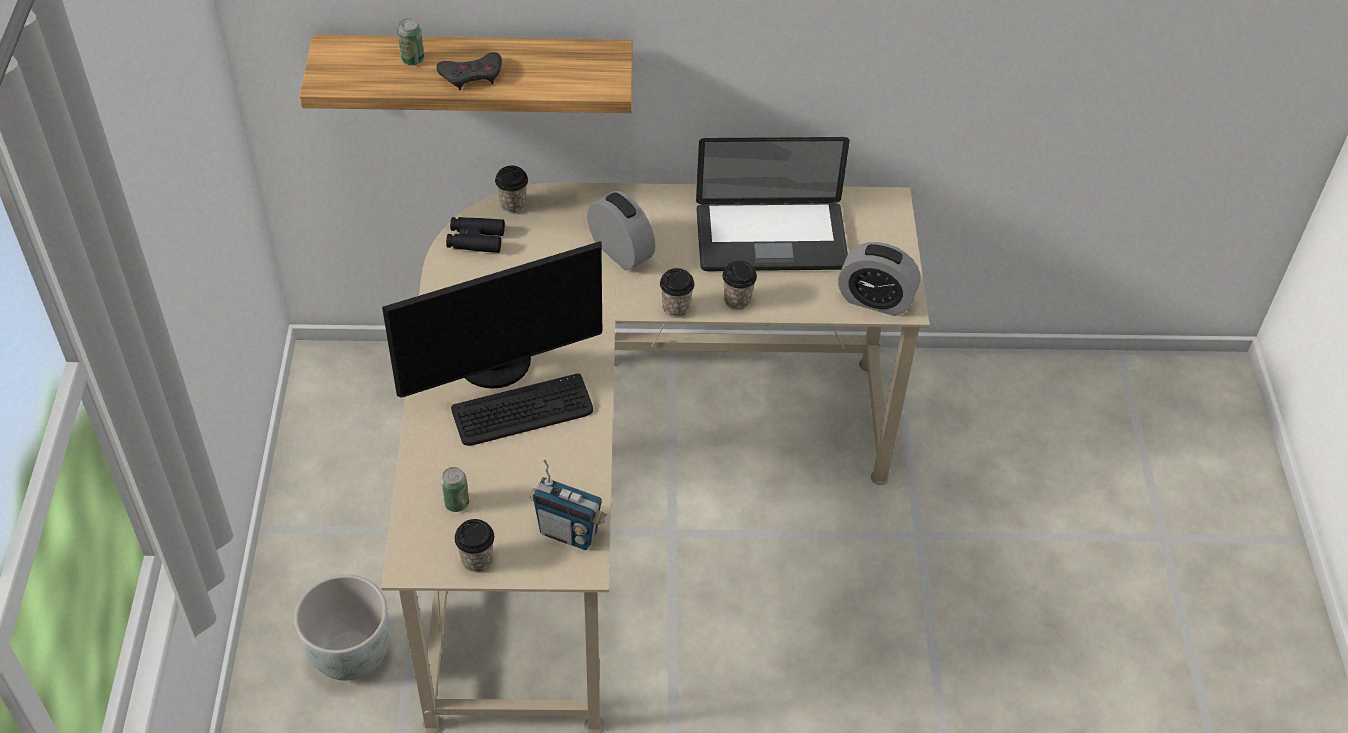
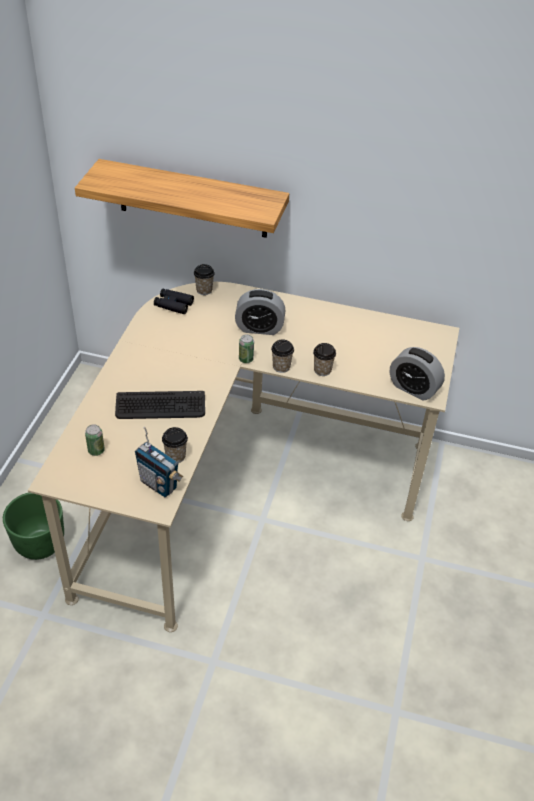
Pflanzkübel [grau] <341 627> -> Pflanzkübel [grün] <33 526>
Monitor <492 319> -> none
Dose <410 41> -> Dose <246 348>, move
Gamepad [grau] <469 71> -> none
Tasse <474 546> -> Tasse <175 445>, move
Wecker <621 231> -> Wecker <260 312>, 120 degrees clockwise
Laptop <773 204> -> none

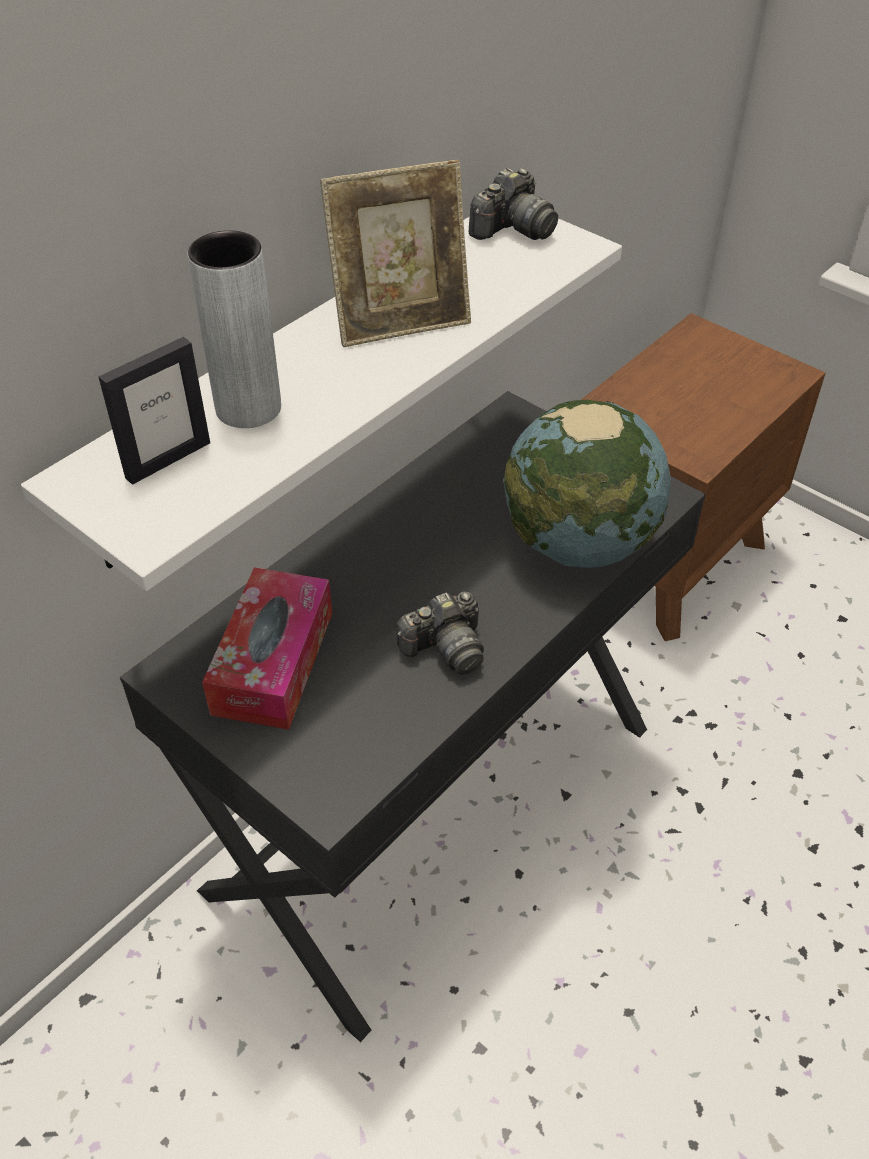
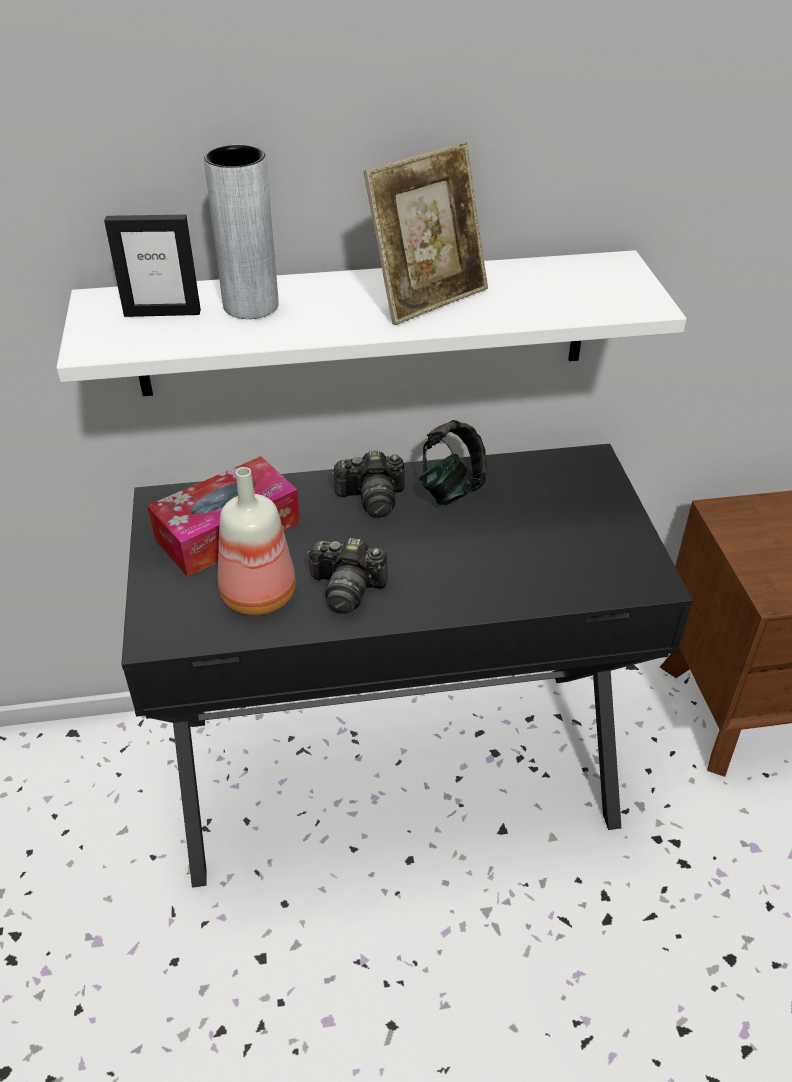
Bilderrahmen <395 253> -> Bilderrahmen <426 233>, 60 degrees counterclockwise
Kamera <513 204> -> Kamera <368 484>, move
Globus <587 484> -> none
none -> Flasche <257 541>
none -> Kopfhörer <453 462>

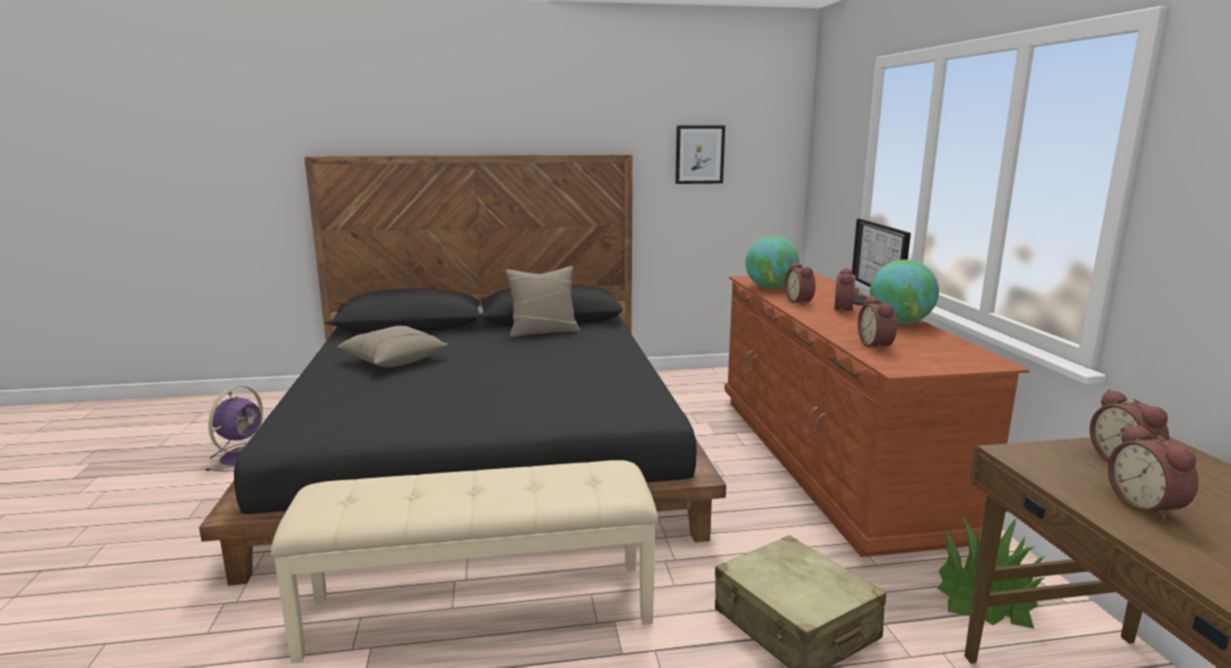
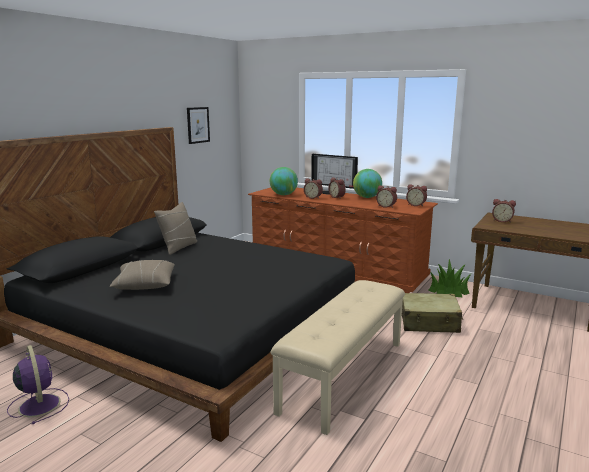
Wecker <1153 472> -> Wecker <416 195>, move

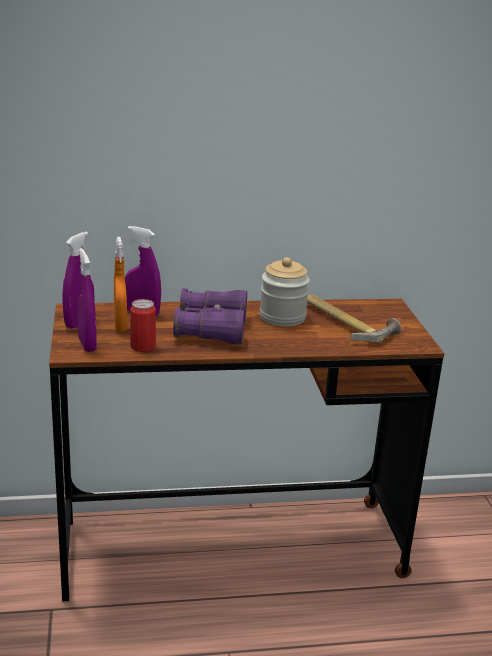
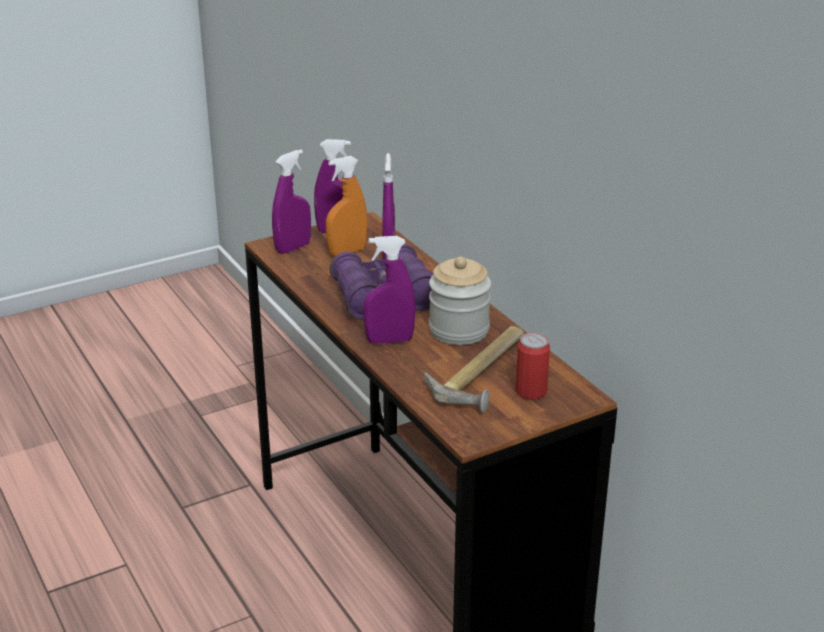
Dose <143 325> -> Dose <532 366>, move
none -> Sprühflasche [lila] <389 290>

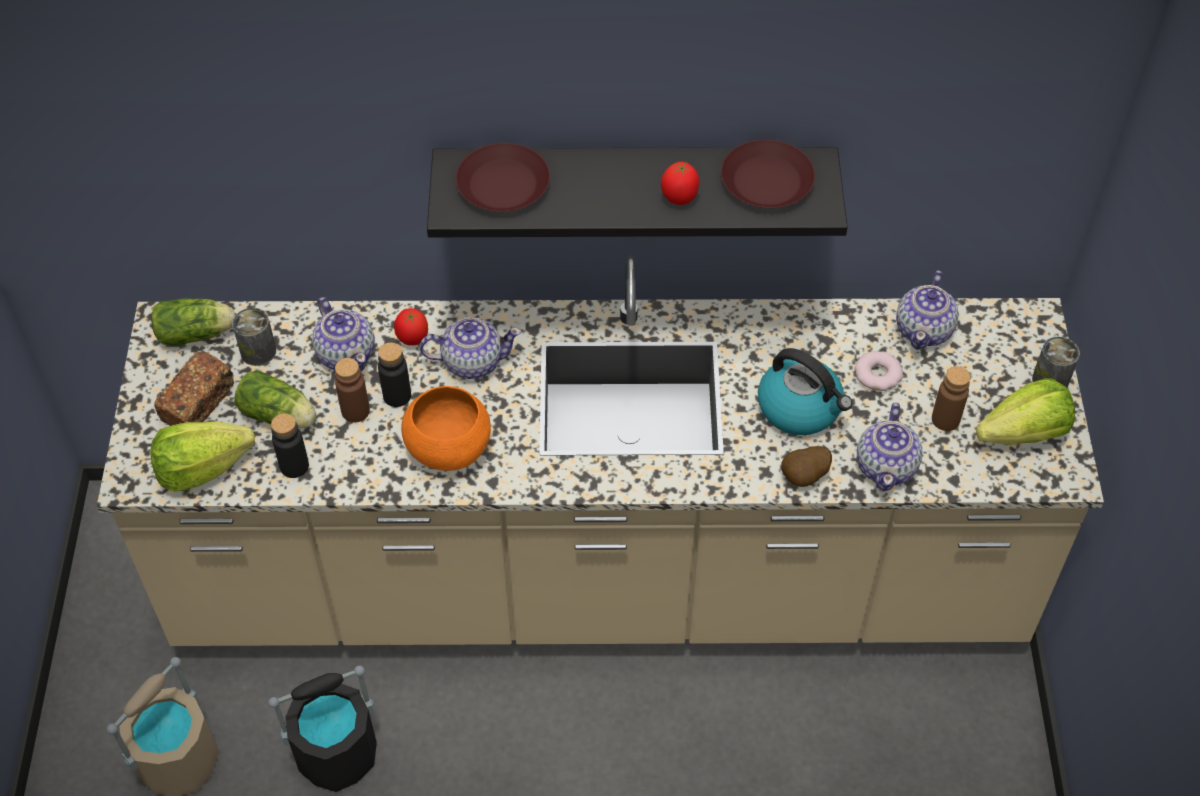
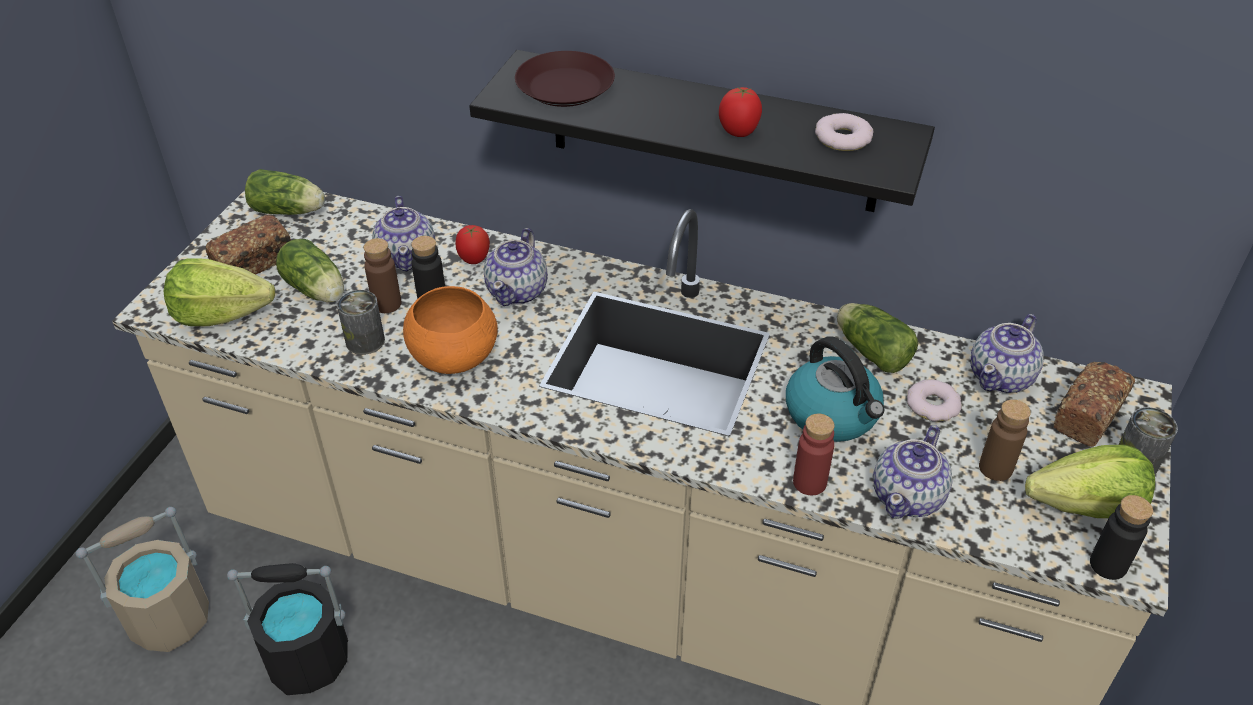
Dose <254 337> -> Dose <361 322>, move
Flasche [schwarz] <290 445> -> Flasche [schwarz] <1121 537>, move
Teekanne <470 348> -> Teekanne <516 267>, 90 degrees clockwise
Teller [braun] <768 173> -> Donut <844 132>
Kartoffel <806 466> -> Flasche [rot] <814 454>
none -> Salatkopf <877 338>
none -> Brot <1094 404>

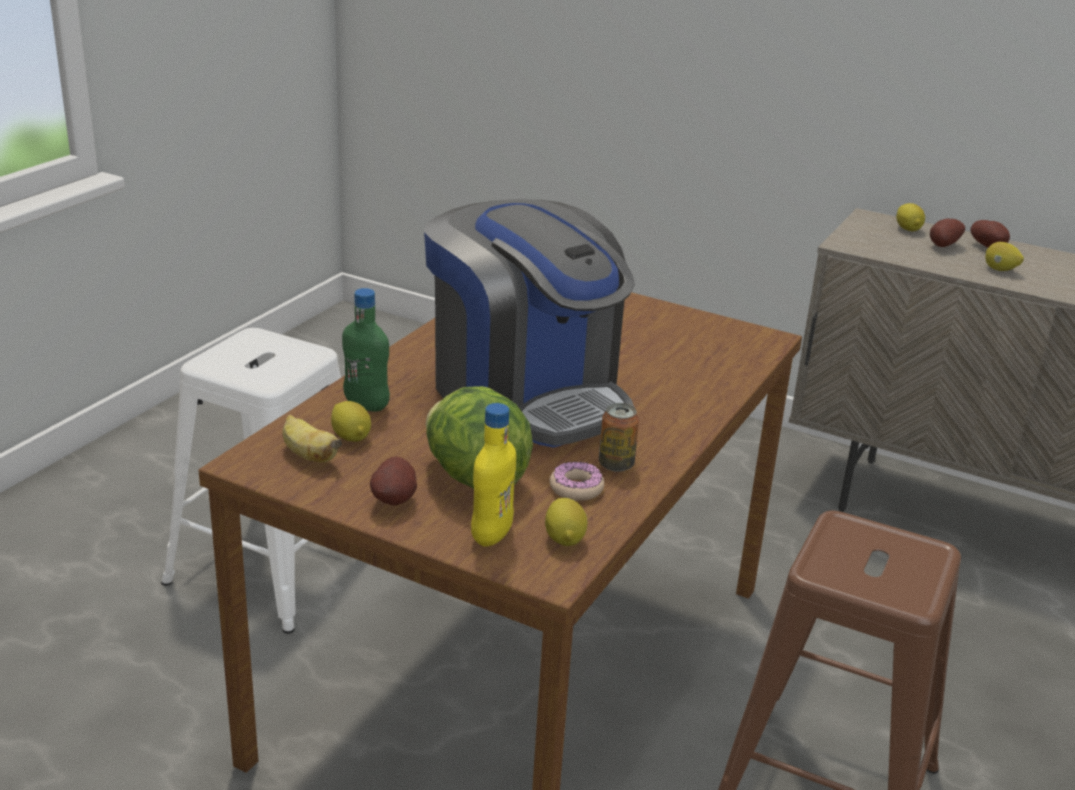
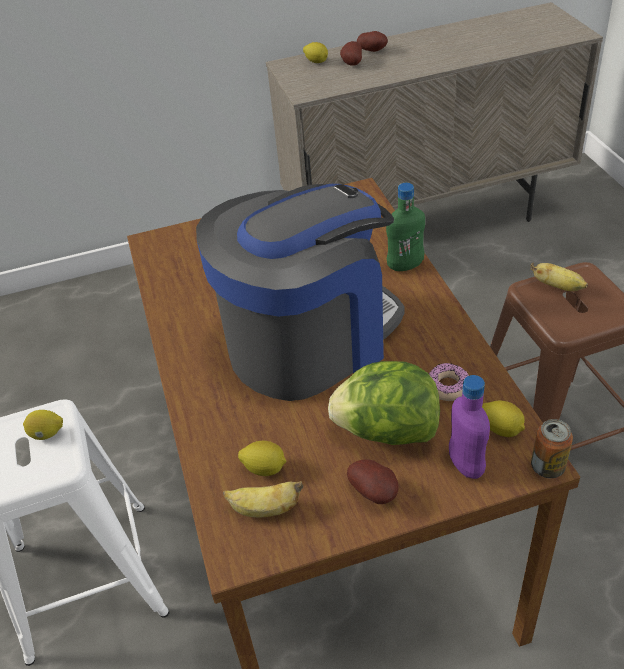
Flasche [grün] <366 349> -> Flasche [grün] <405 227>, move
Kaffeemaschine <529 323> -> Kaffeemaschine <300 292>, 45 degrees counterclockwise
Flasche [gelb] <493 475> -> Flasche [lila] <469 427>
Dose <619 437> -> Dose <552 448>, move
Zitrone <1004 256> -> Zitrone <43 425>, move
none -> Banane <559 277>

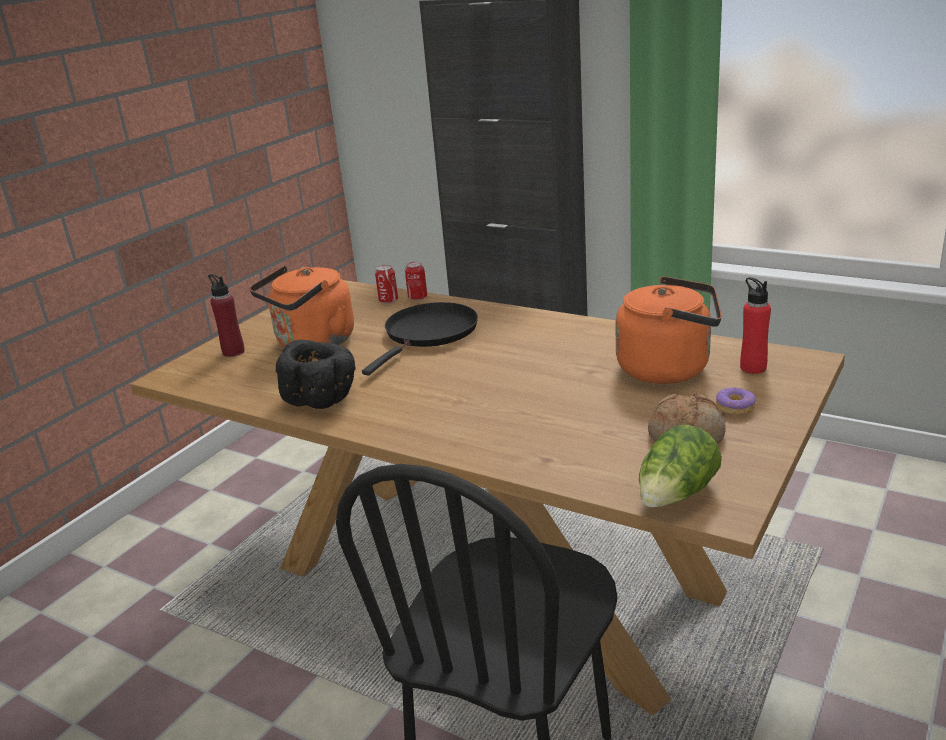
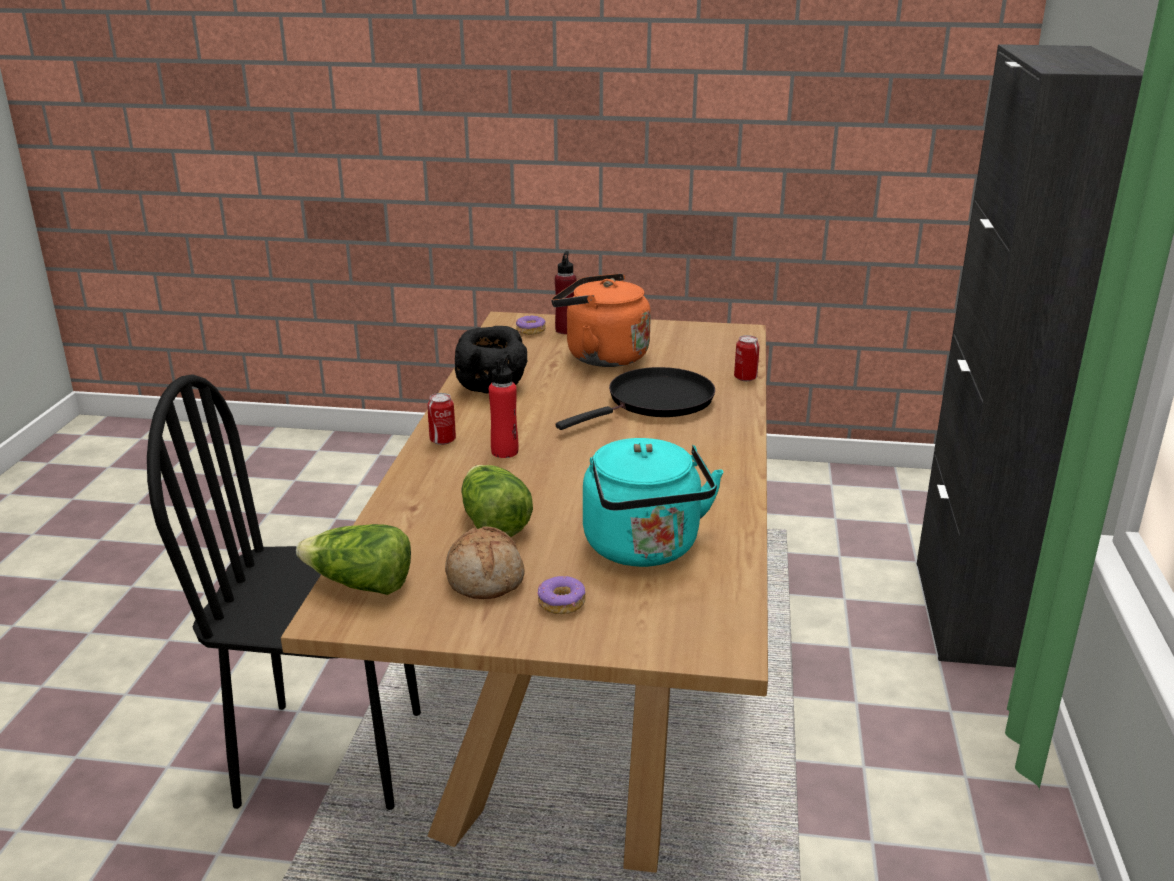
Pfanne [schwarz] <420 339> -> Pfanne [schwarz] <635 398>, 45 degrees counterclockwise
Dose <386 284> -> Dose <441 419>, move
Wasserkessel [orange] <668 330> -> Wasserkessel [türkis] <653 502>
Flasche [rot] <755 325> -> Flasche [rot] <503 406>, move
none -> Salatkopf <497 501>
none -> Donut <531 325>

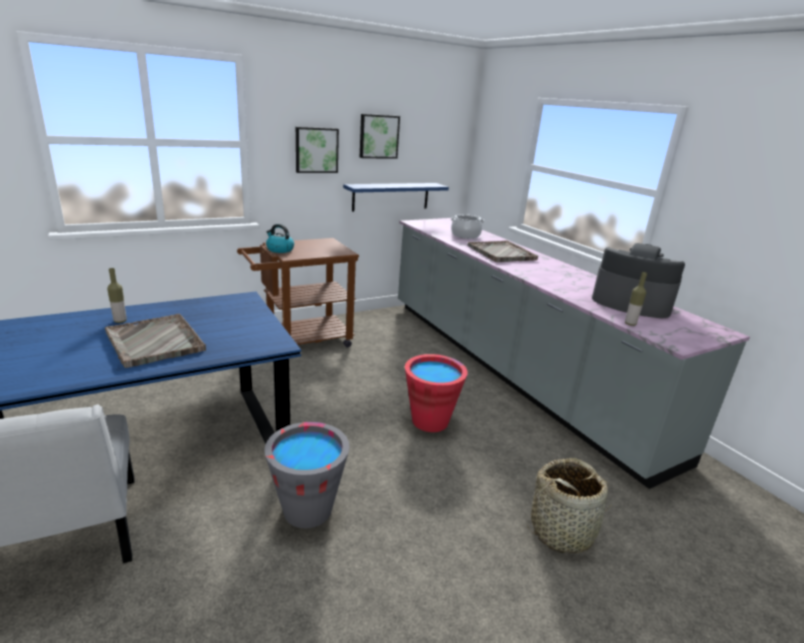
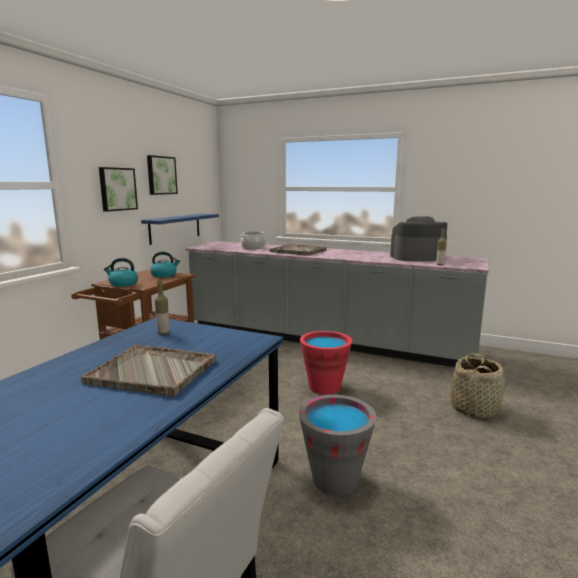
Flasche <117 295> -> Flasche <162 308>, move
none -> Wasserkessel <165 264>

